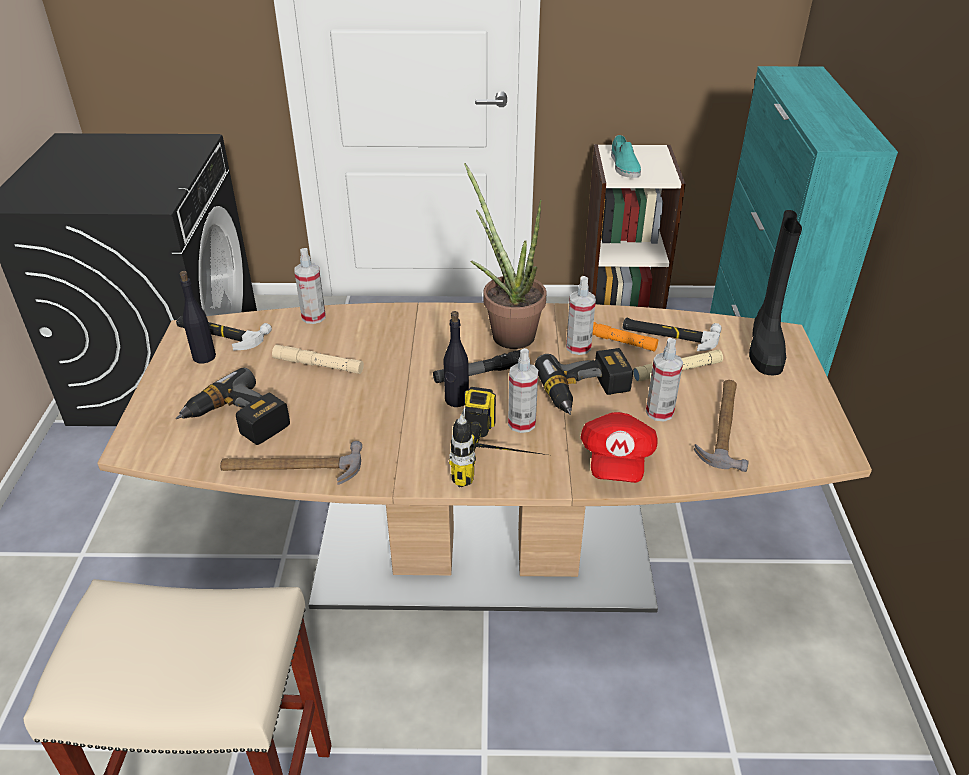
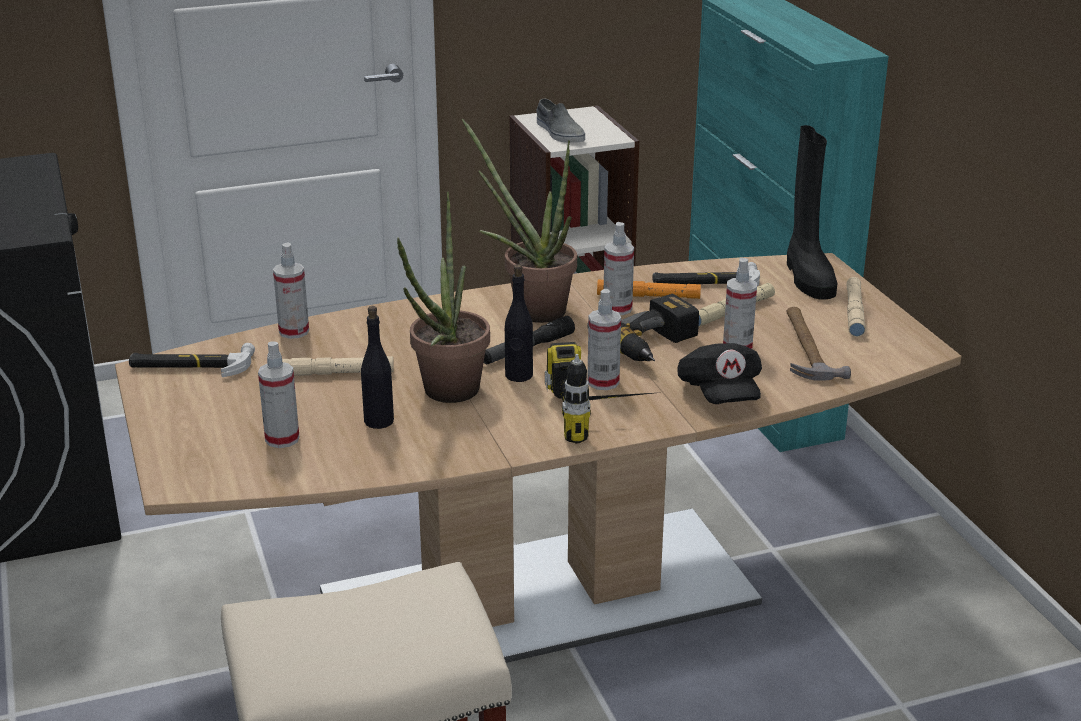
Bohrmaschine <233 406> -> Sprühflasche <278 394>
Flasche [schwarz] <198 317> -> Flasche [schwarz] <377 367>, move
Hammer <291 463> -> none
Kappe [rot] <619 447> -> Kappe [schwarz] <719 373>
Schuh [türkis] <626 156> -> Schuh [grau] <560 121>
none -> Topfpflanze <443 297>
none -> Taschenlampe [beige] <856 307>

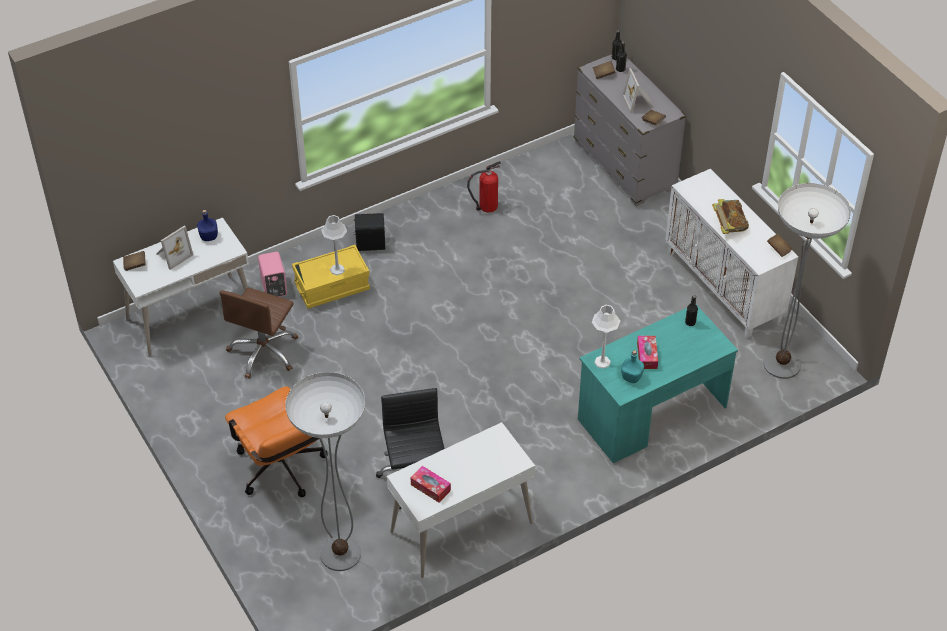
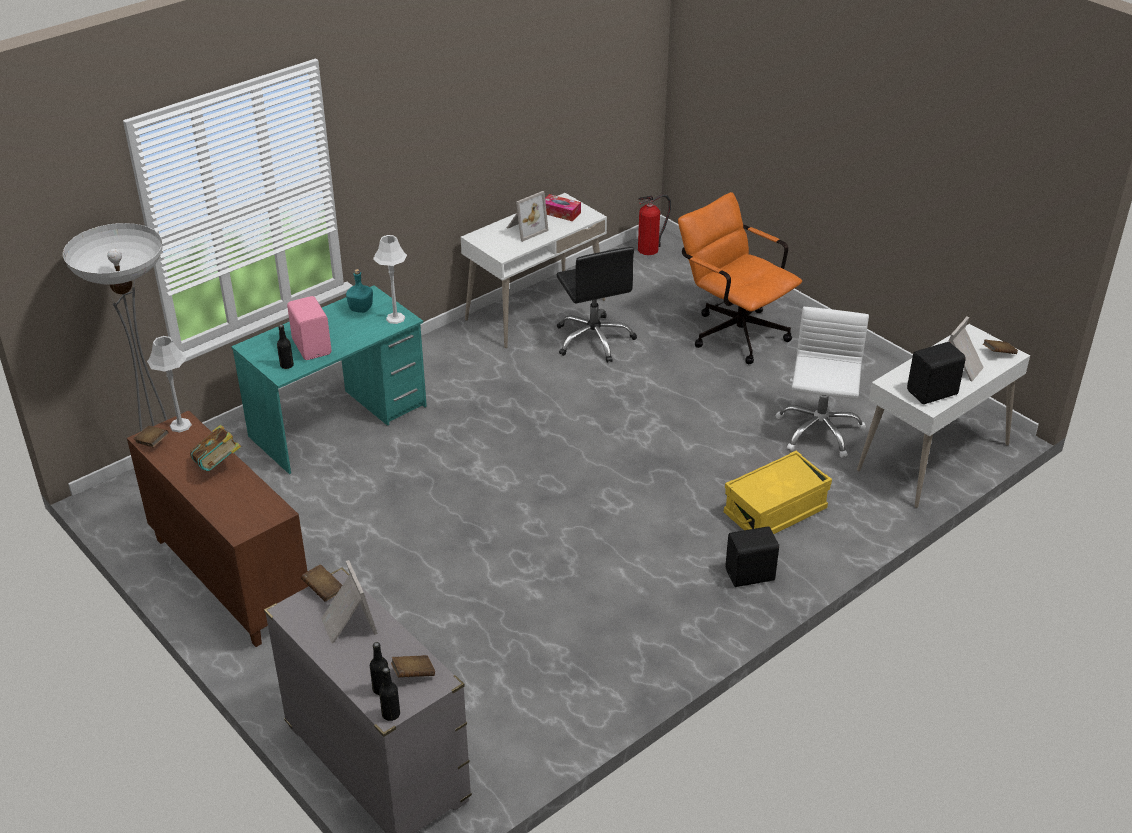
Flasche [blau] <207 225> -> Lautsprecher [schwarz] <936 373>
Bürostuhl [braun] <258 332> -> Bürostuhl [weiß] <822 382>
Lautsprecher [rosa] <272 274> -> Lautsprecher [rosa] <309 328>, move
Stehlampe <325 471> -> none
Tischlampe [grau] <334 245> -> Tischlampe [grau] <169 384>, move
Feuerlöscher <484 187> -> Feuerlöscher <654 225>, move
Taschentuchbox <647 352> -> none
Schrank [weiß] <731 253> -> Schrank [braun] <217 528>
none -> Bilderrahmen <528 216>

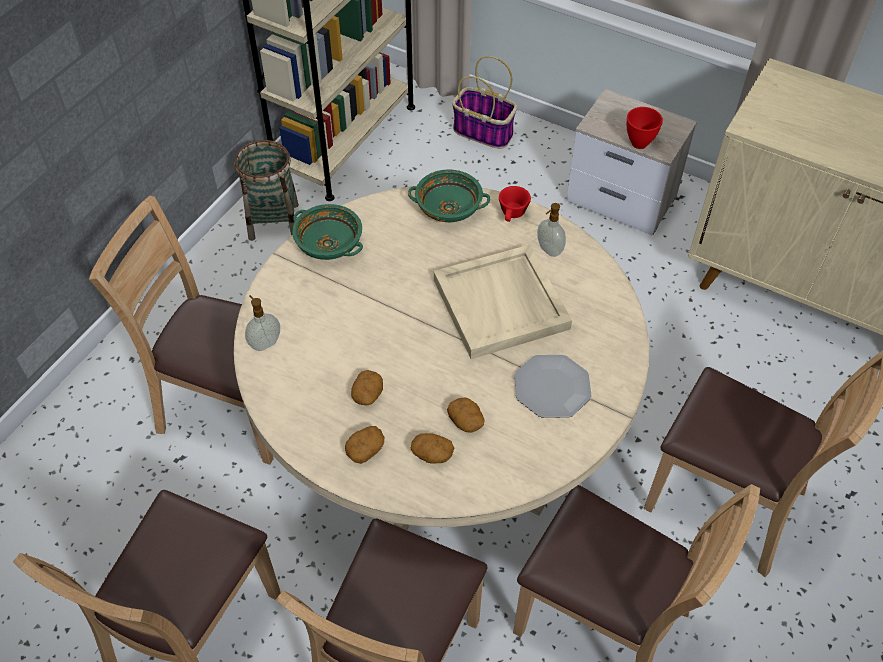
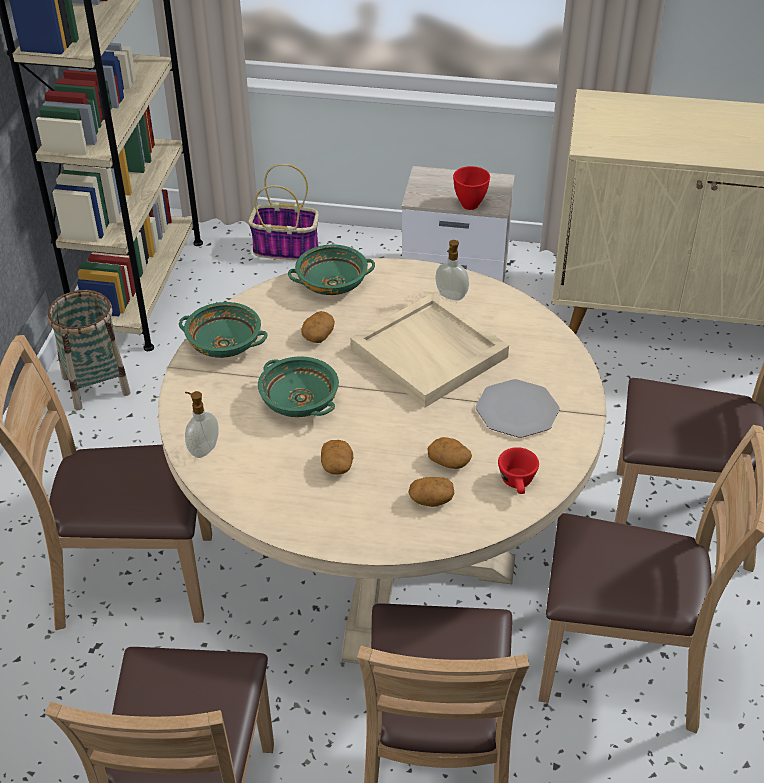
Kartoffel <364 445> -> Kartoffel <318 327>, move
Tasse [rot] <515 204> -> Tasse [rot] <518 470>, move
none -> Schüssel [grün] <298 386>

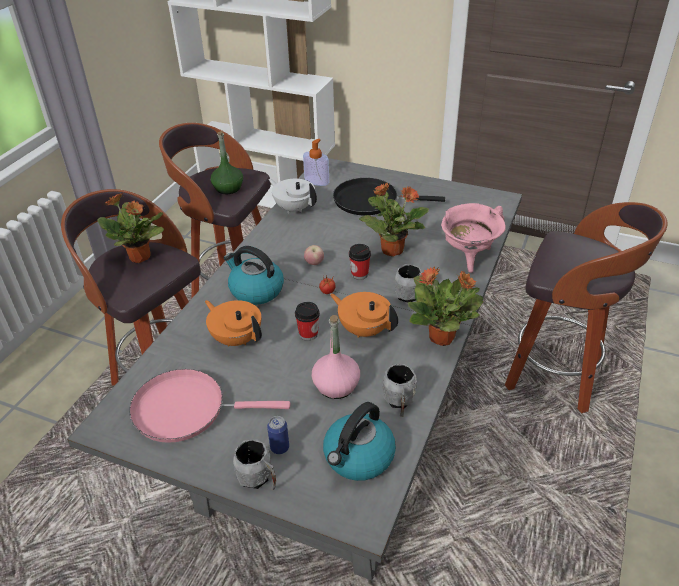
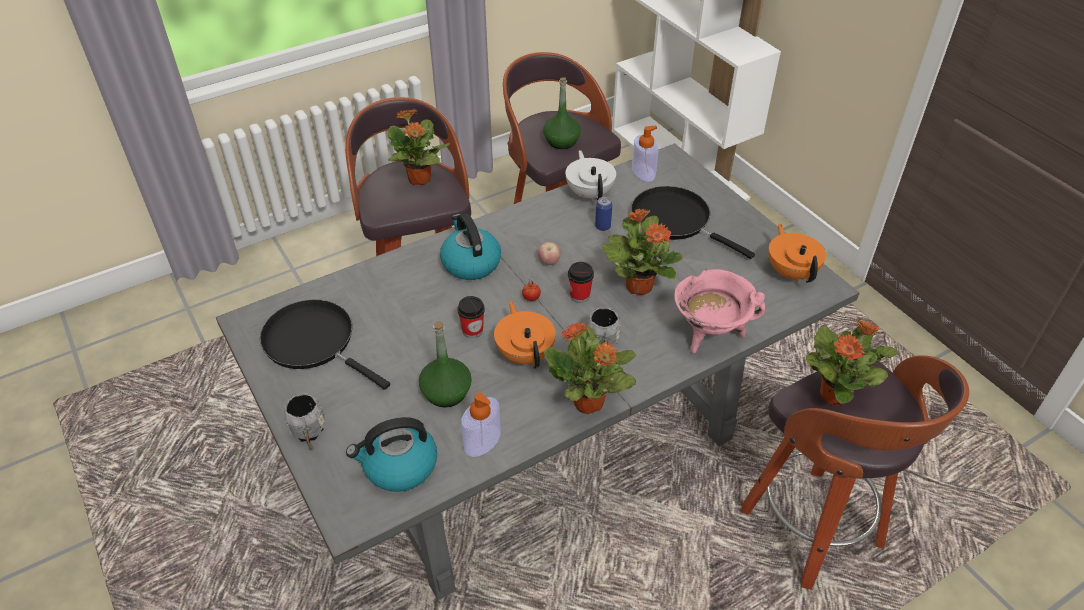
Pfanne [rosa] <209 406> -> Pfanne [schwarz] <325 345>
Teekanne [orange] <233 323> -> Teekanne [orange] <797 253>, move
Dose <278 435> -> Dose <603 214>, move
Flasche [rosa] <336 357> -> Flasche [grün] <445 364>
Henkelbecher [grau] <399 390> -> Seifenspender <481 425>
none -> Topfpflanze <852 362>

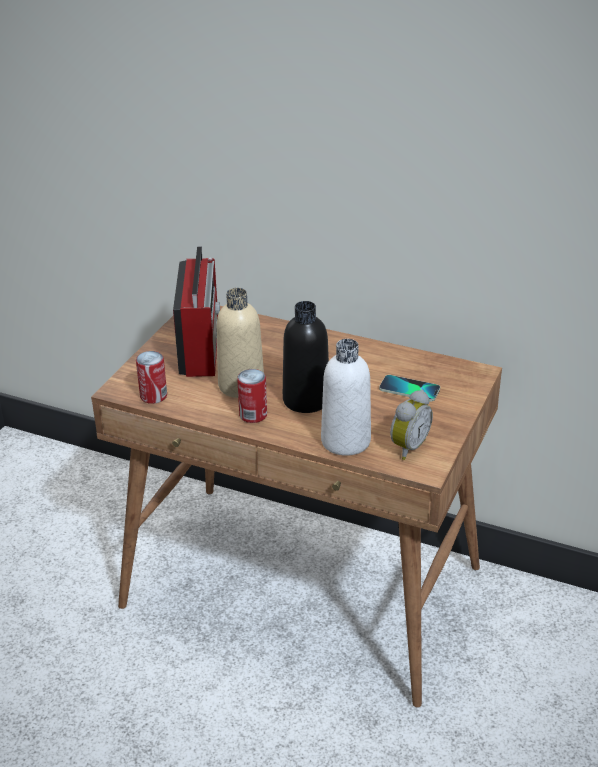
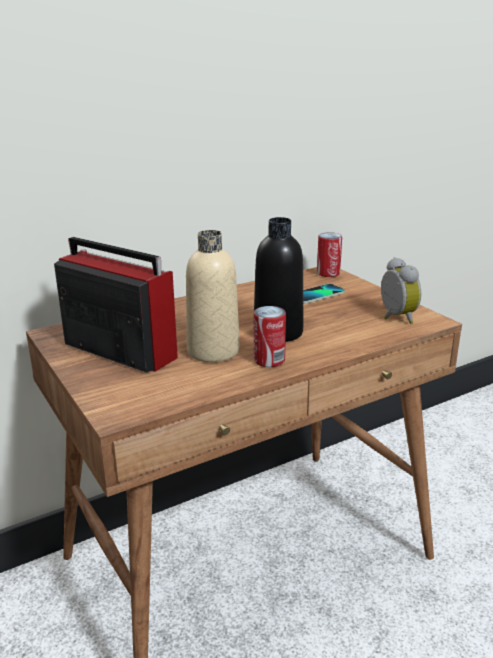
Dose <151 377> -> Dose <329 254>, move
Flasche [weiß] <346 397> -> none

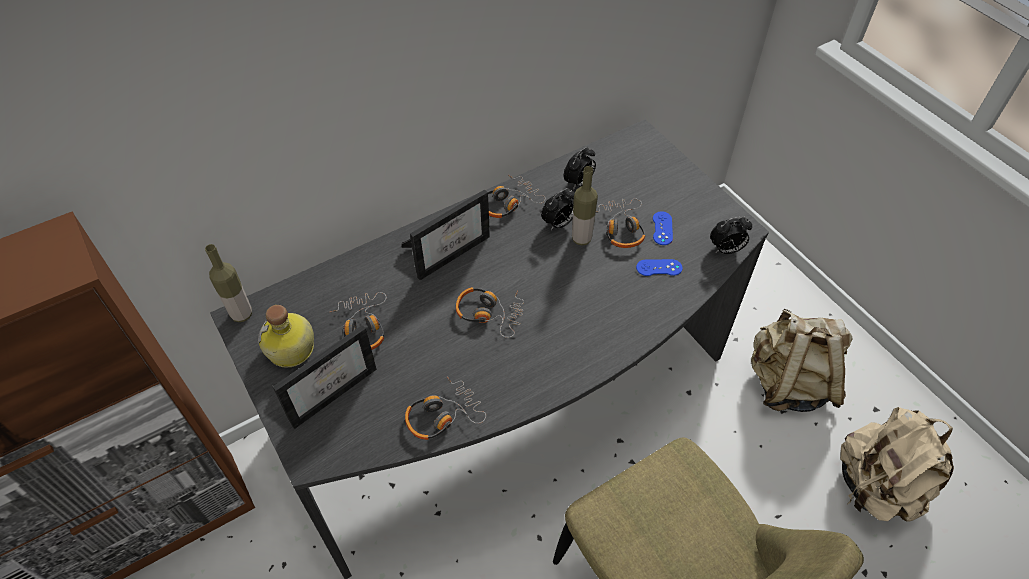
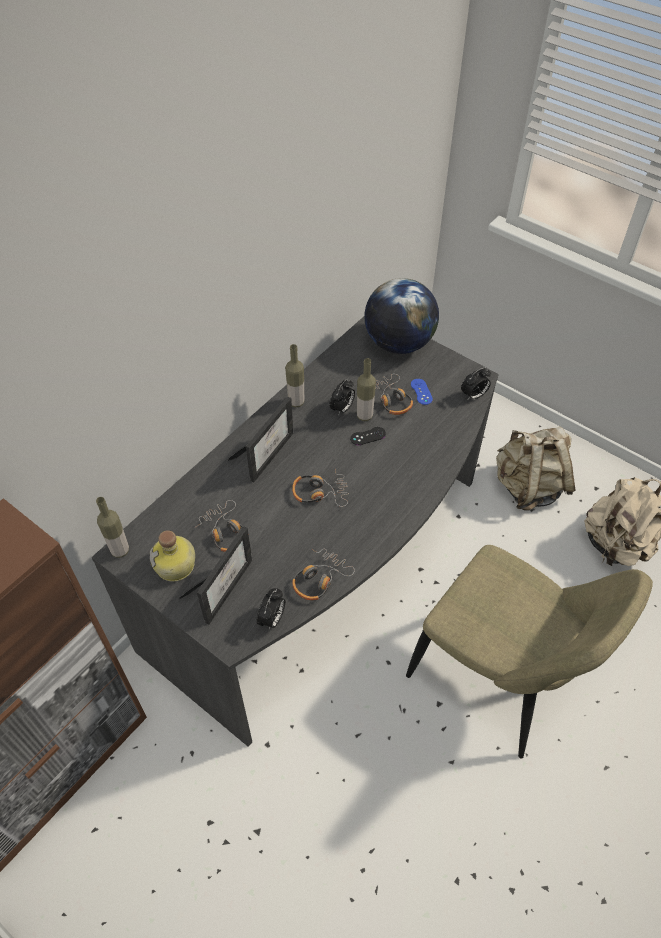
Kopfhörer <517 196> -> Flasche <294 375>
Wecker <580 168> -> Wecker <271 608>, move
Gamepad [blau] <659 267> -> none
none -> Gamepad [schwarz] <368 436>
none -> Globus <401 316>

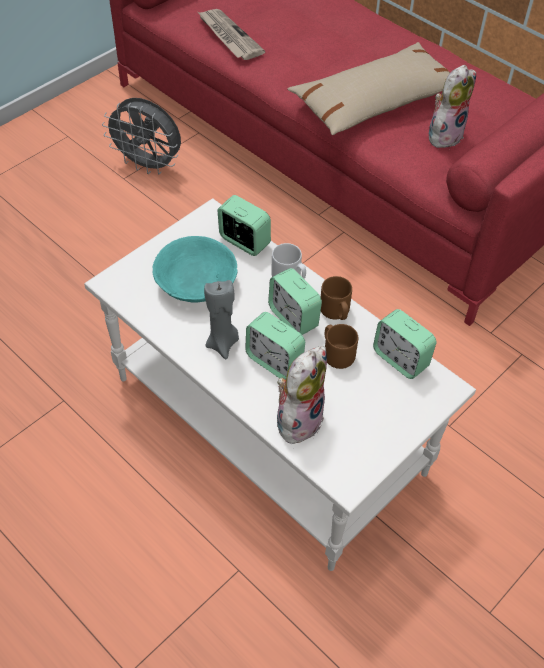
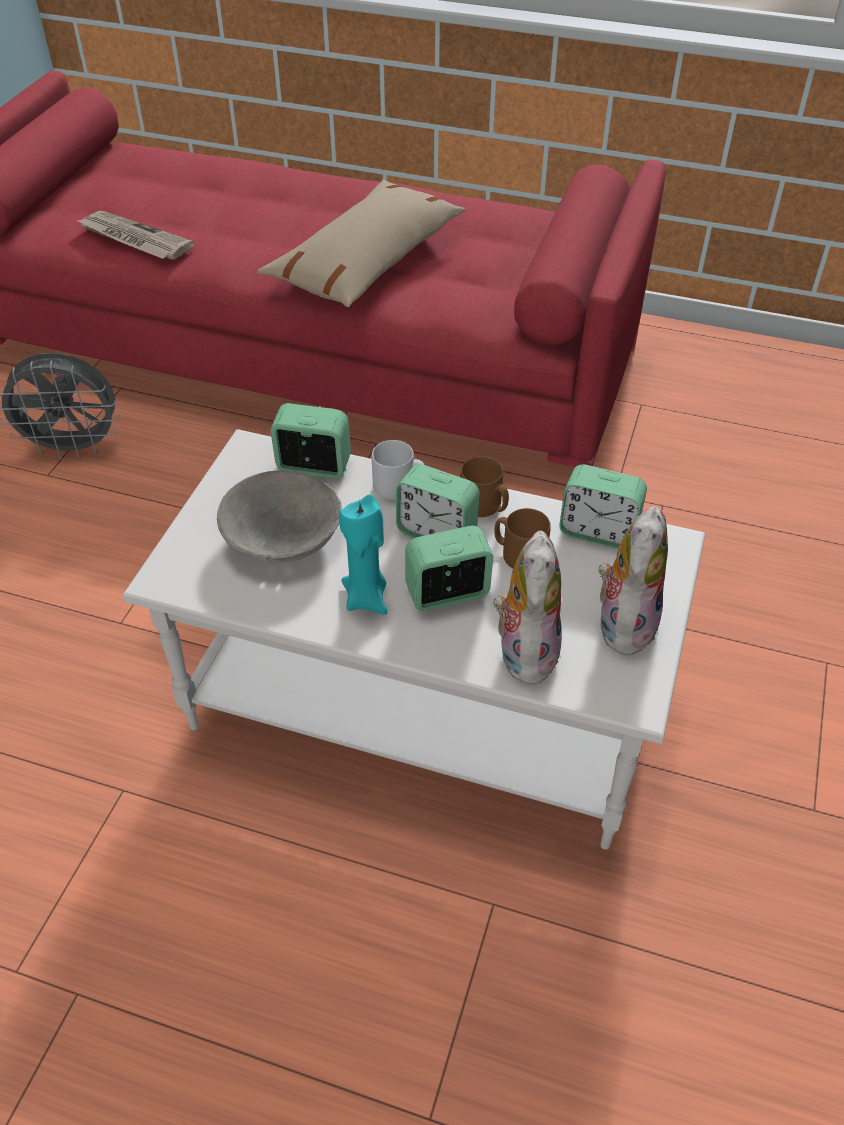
Schüssel [türkis] <195 269> -> Schüssel [grau] <279 517>
Kerze [grau] <221 320> -> Kerze [türkis] <363 554>
Wecker <275 346> -> Wecker <449 568>, 150 degrees clockwise
Plüschtier <452 106> -> Plüschtier <633 581>, move

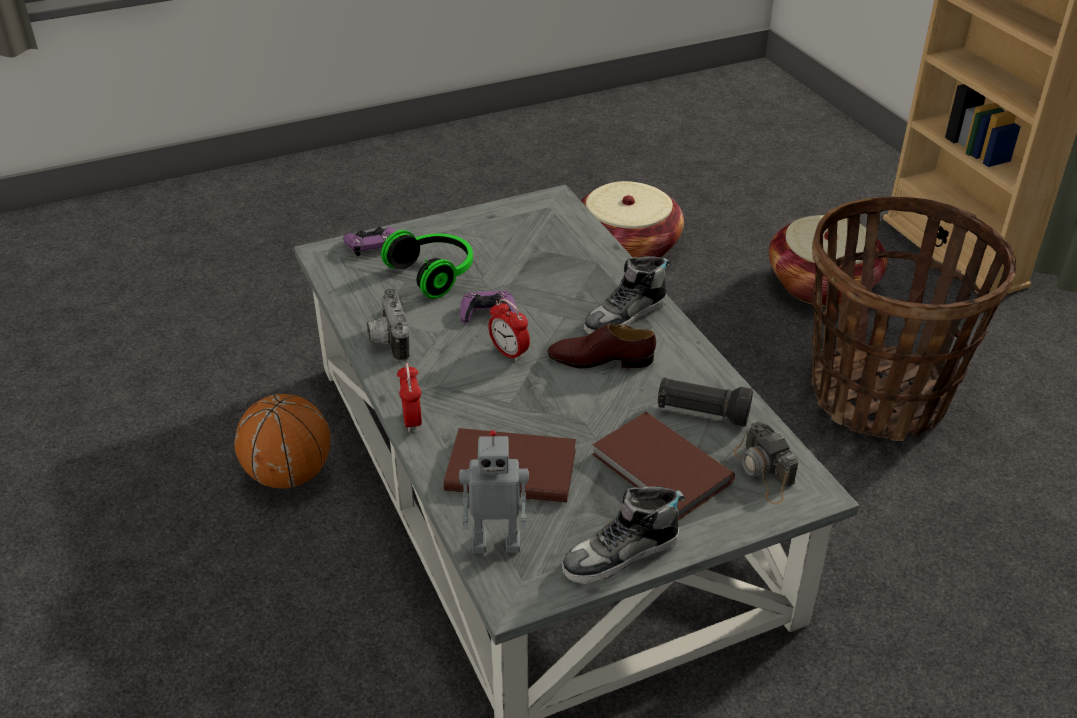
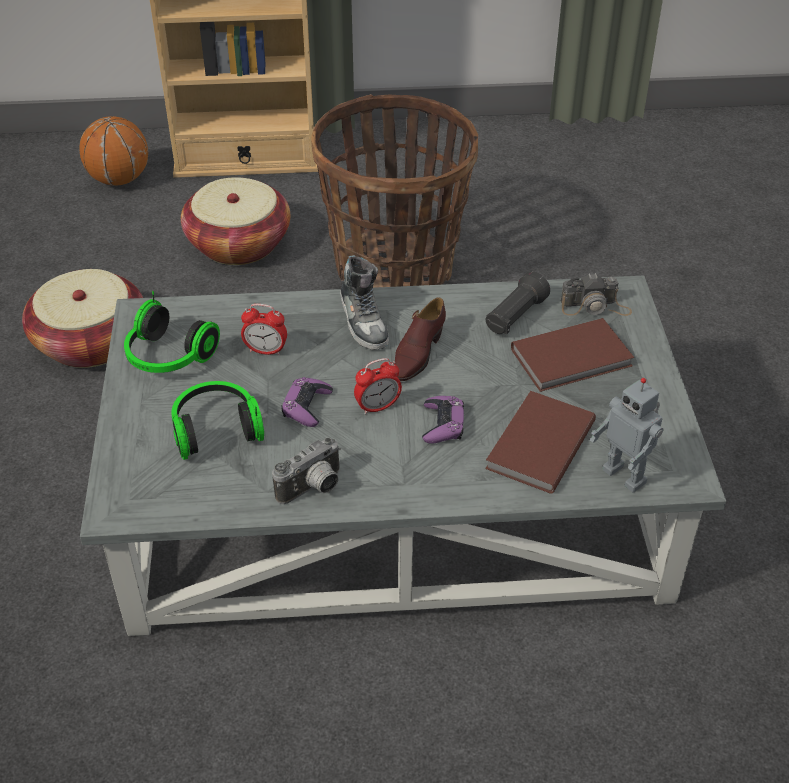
Basketball <282 441> -> Basketball <113 151>, move
Gamepad [lila] <369 241> -> Gamepad [lila] <443 419>, move
Kamera <388 325> -> Kamera <306 471>, 45 degrees counterclockwise
Wecker <409 397> -> Wecker <264 330>, move
Spielzeugroboter <494 491> -> Spielzeugroboter <626 435>, 120 degrees clockwise
Schuh <623 535> -> none
none -> Kopfhörer <172 332>

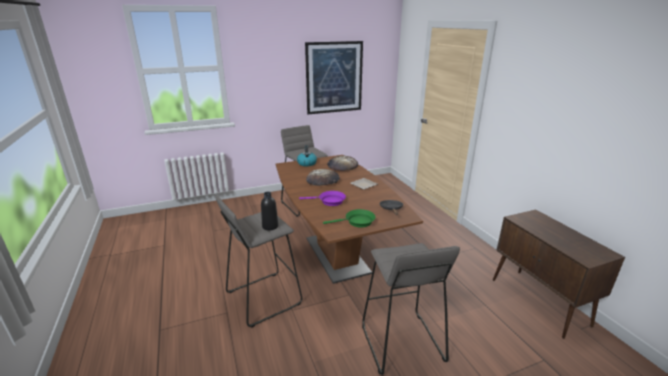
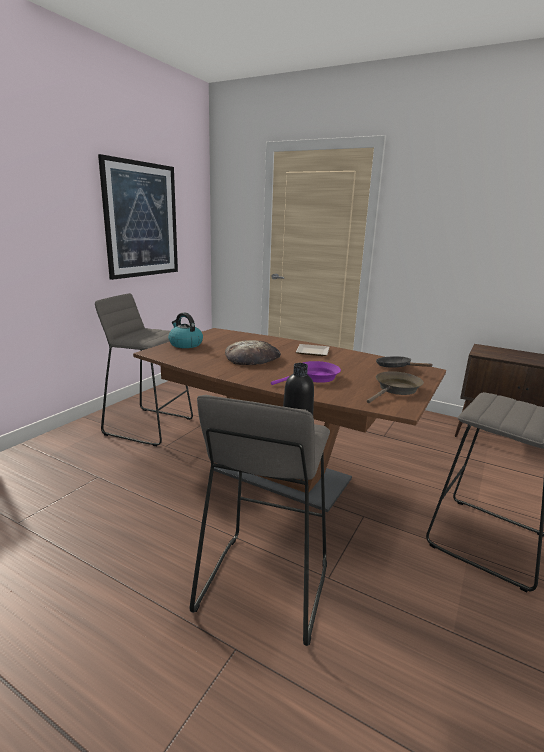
Pfanne [grün] <349 218> -> Pfanne [braun] <395 387>
Brot <342 163> -> none

